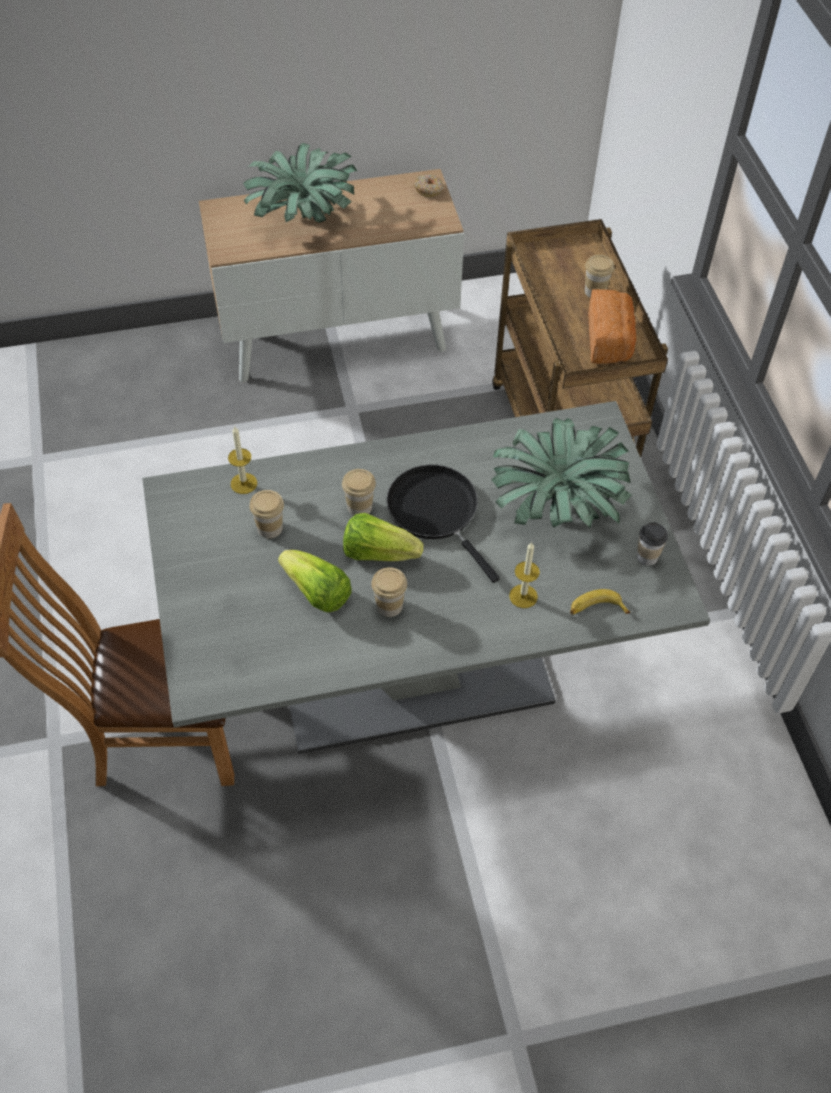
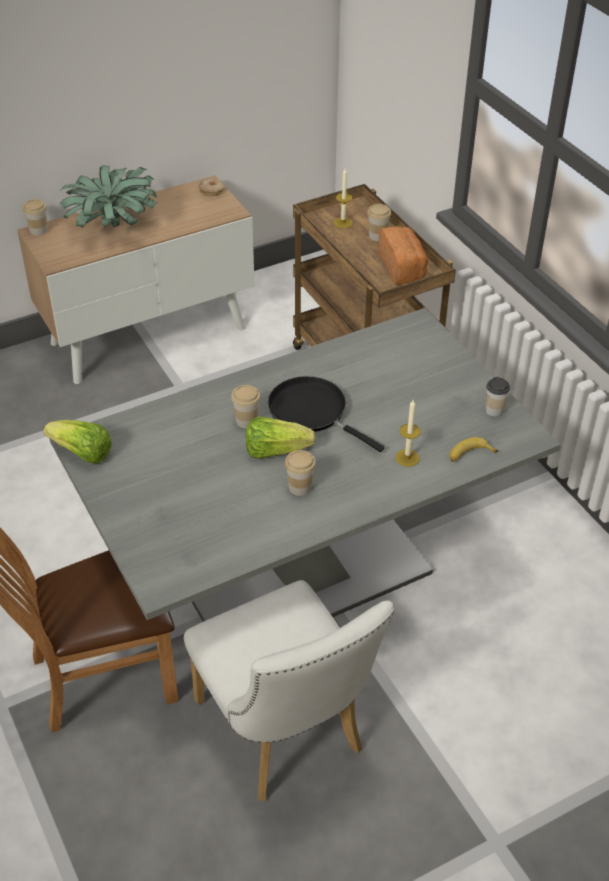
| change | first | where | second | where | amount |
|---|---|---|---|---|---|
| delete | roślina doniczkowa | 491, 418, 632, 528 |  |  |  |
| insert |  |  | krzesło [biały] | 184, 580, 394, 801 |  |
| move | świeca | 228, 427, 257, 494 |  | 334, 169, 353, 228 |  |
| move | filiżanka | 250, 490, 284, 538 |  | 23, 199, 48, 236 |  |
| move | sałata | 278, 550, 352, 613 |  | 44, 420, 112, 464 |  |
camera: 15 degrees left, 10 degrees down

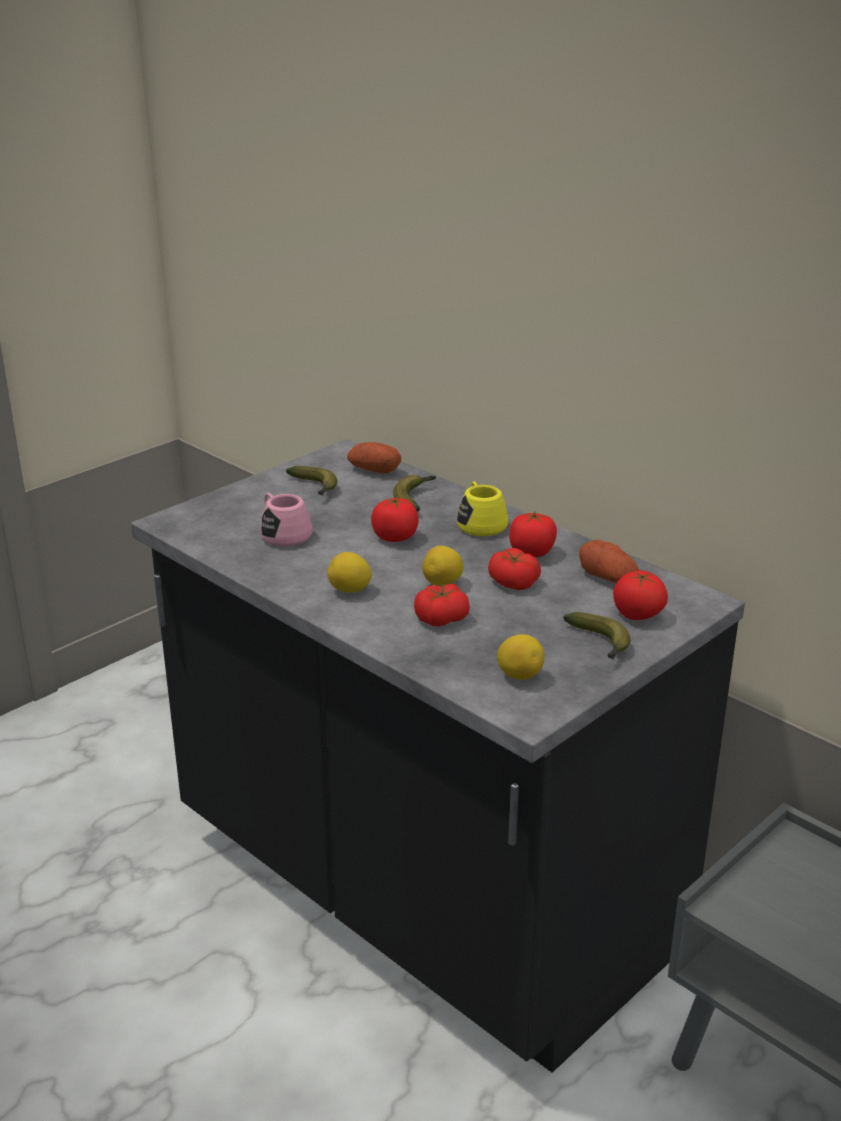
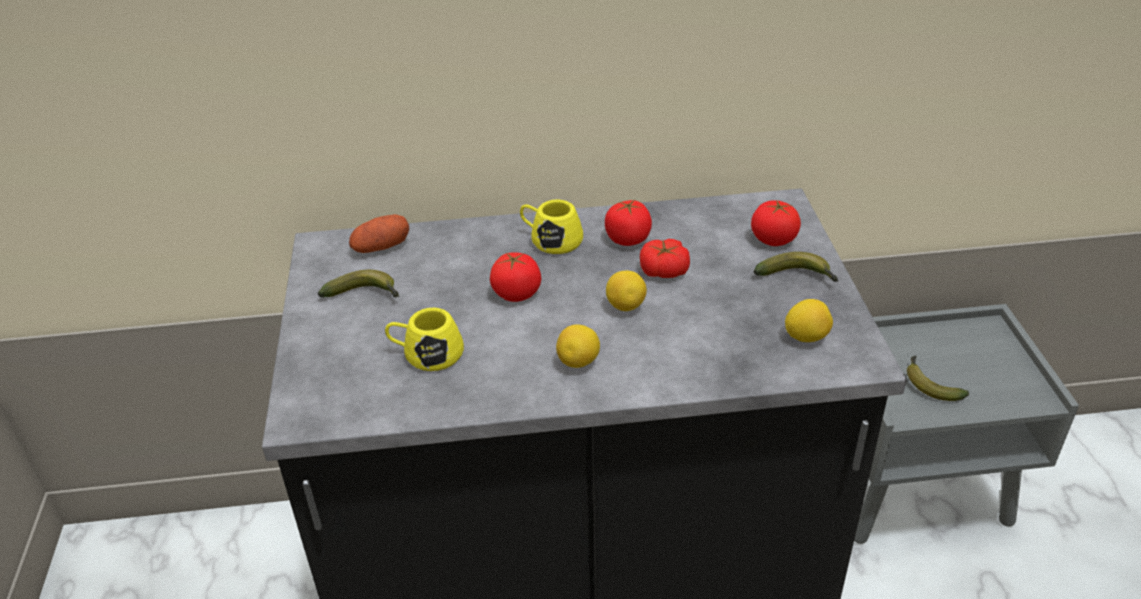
| change | first | where | second | where | amount |
|---|---|---|---|---|---|
| delete | pomidor | 414, 584, 470, 626 |  |  |  |
| delete | ziemniak | 579, 540, 640, 583 |  |  |  |
| move | banan | 393, 475, 436, 511 |  | 907, 356, 969, 401 |  |
| recolor | kubek [różowy] | 260, 493, 313, 546 | kubek [żółty] | 385, 308, 464, 371 |  |
camera: 50 degrees left, 10 degrees up

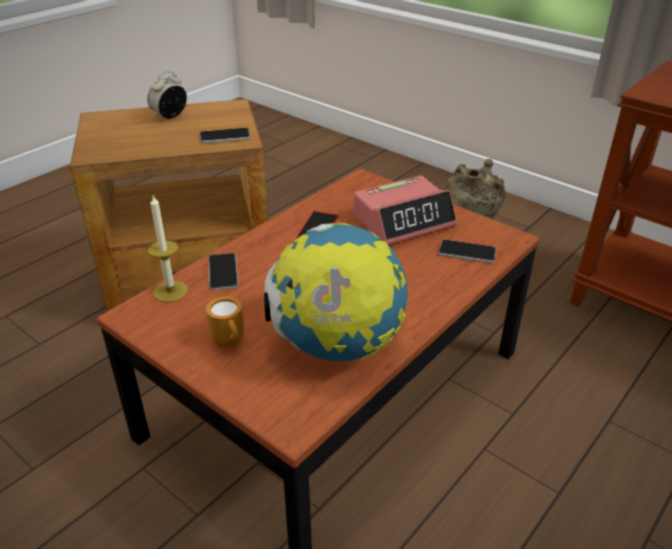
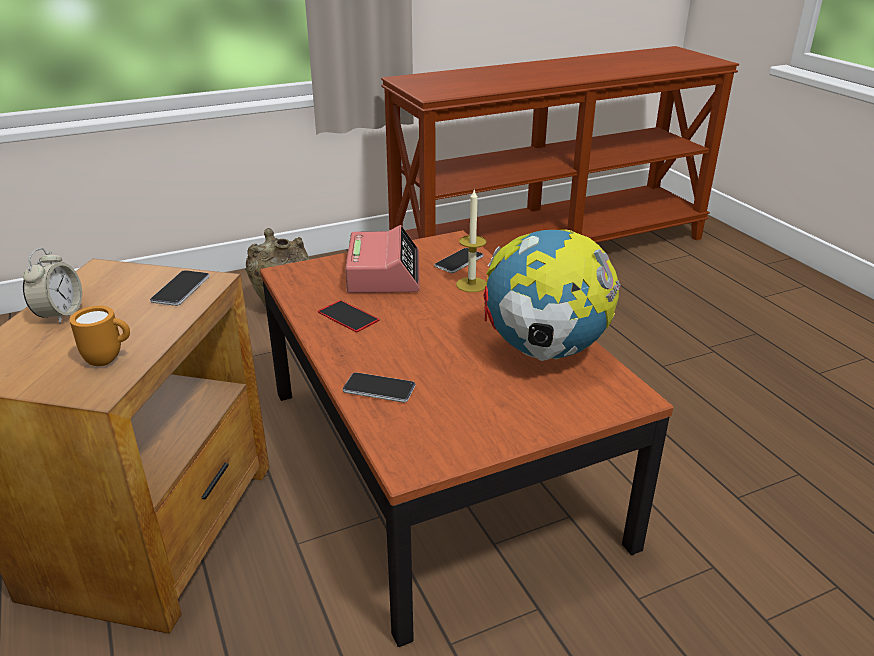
| change | first | where | second | where | amount |
|---|---|---|---|---|---|
| move | świeca | 147, 196, 188, 302 |  | 456, 190, 487, 292 |  |
| move | kubek [pomarańczowy] | 206, 296, 244, 347 |  | 69, 306, 130, 366 |  |
| rotate | budzik | 147, 71, 187, 118 |  | 23, 248, 82, 324 | 150 degrees counterclockwise |
camera: 65 degrees left, 5 degrees down

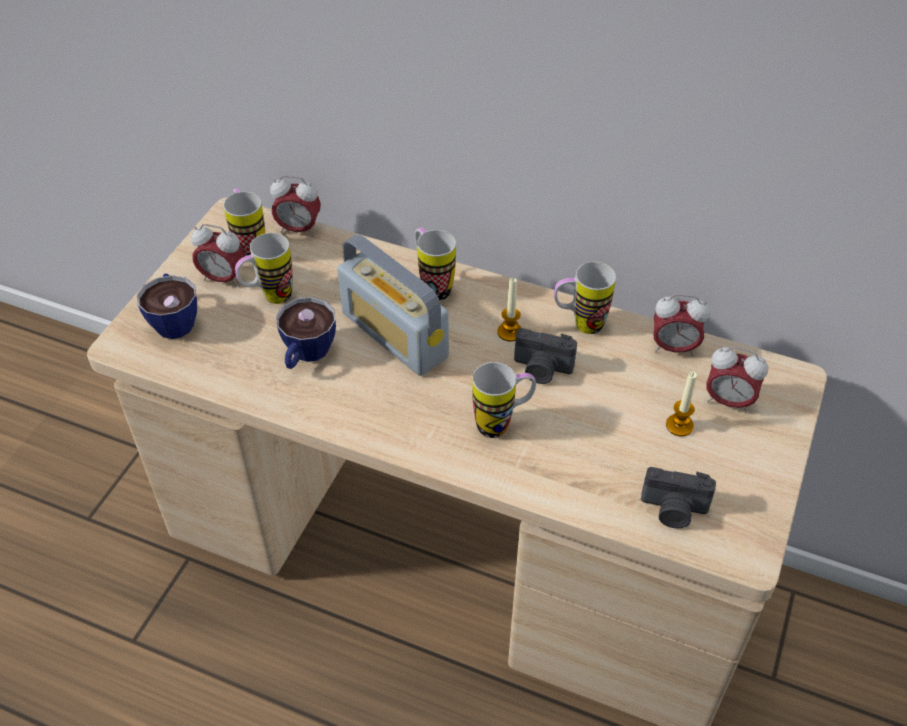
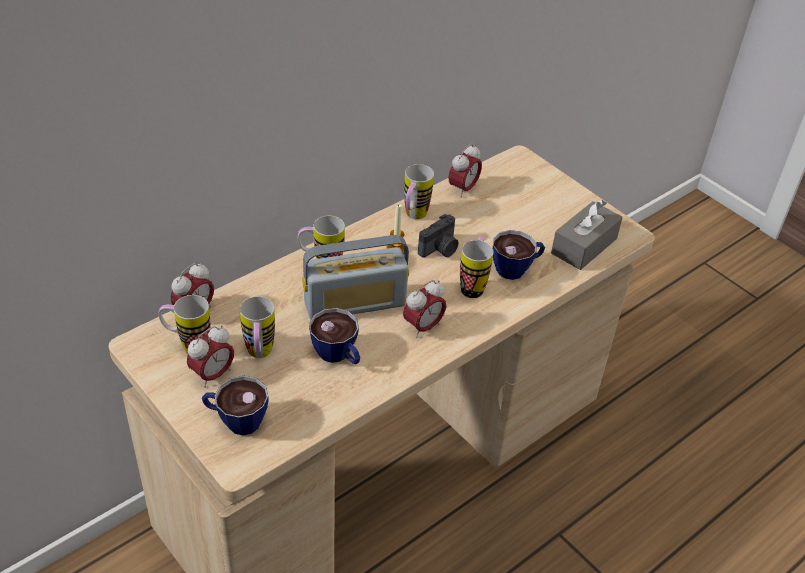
| change | first | where | second | where | amount |
|---|---|---|---|---|---|
| delete | świeca | 666, 371, 697, 436 |  |  |  |
| insert |  |  | filiżanka | 493, 230, 545, 280 |  |
| move | budzik | 706, 346, 768, 414 |  | 403, 280, 446, 338 |  |
| replace | aparat fotograficzny | 641, 467, 716, 528 | pudełko chusteczek [szary] | 551, 200, 623, 270 |  |
camera: 65 degrees left, 5 degrees down

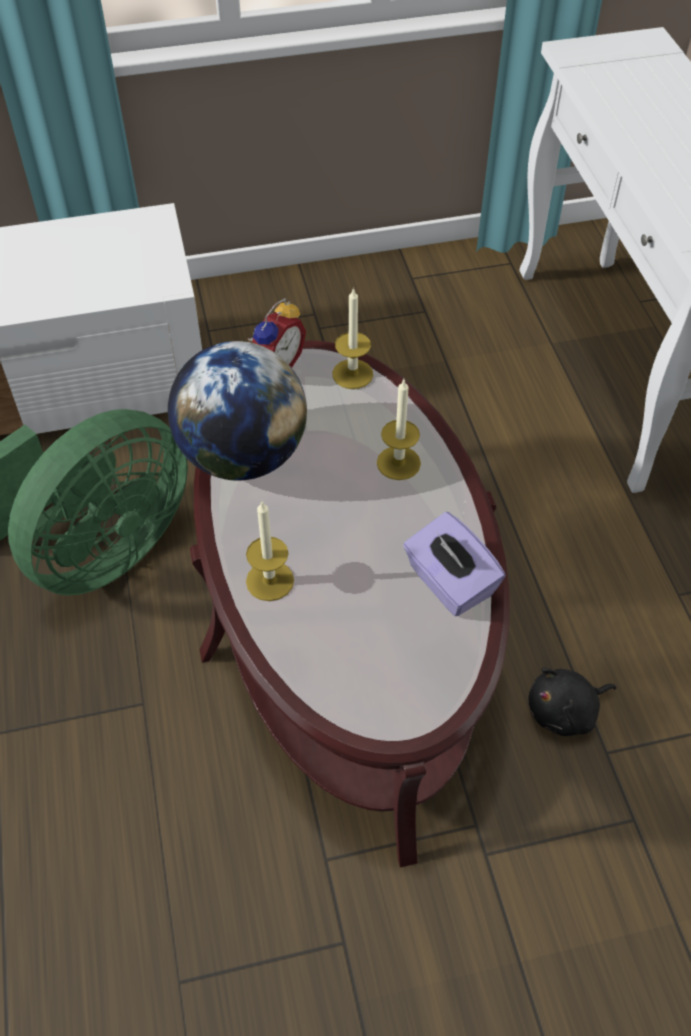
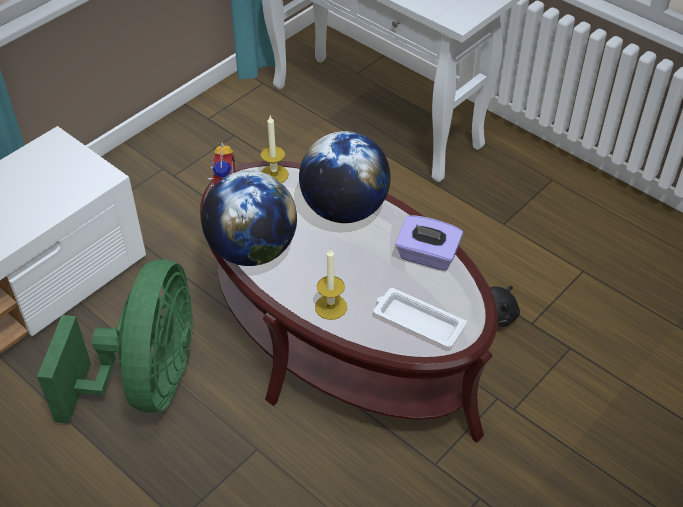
| change | first | where | second | where | amount |
|---|---|---|---|---|---|
| insert |  |  | taca [biały] | 374, 288, 467, 348 |  |
| replace | świeca | 377, 380, 421, 480 | globus | 299, 131, 391, 223 |  |
camera: 35 degrees left, 5 degrees down

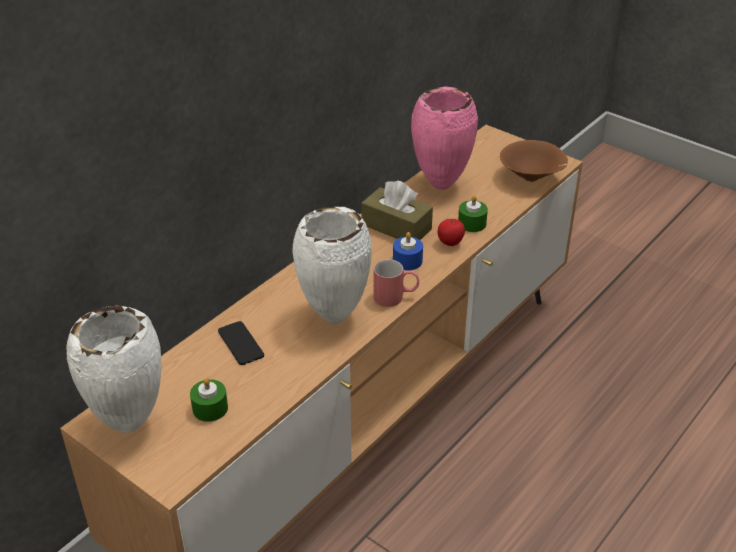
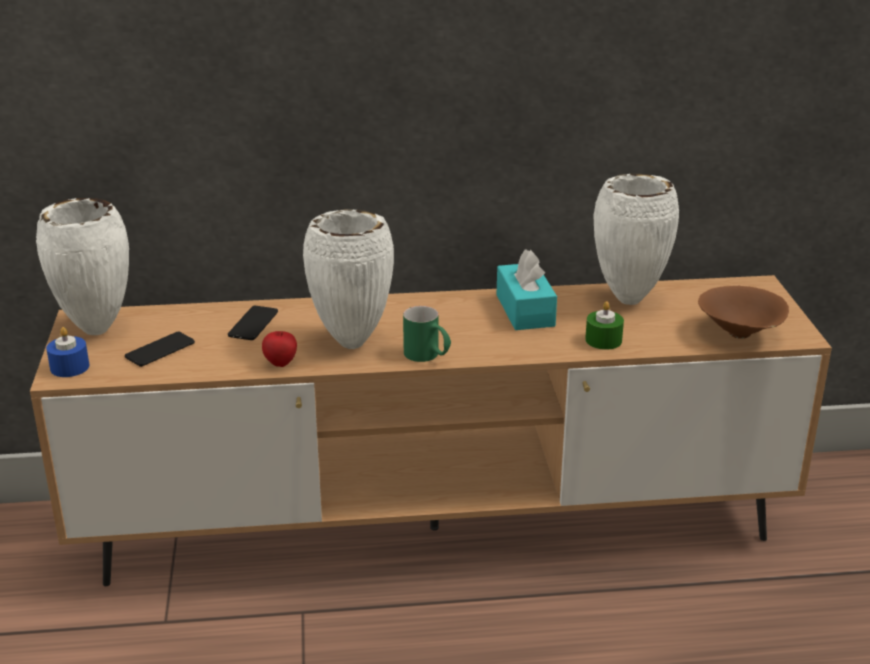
| change | first | where | second | where | amount |
|---|---|---|---|---|---|
| move | świeca [niebieski] | 393, 232, 423, 270 |  | 46, 327, 89, 377 |  |
| move | jabłko | 438, 219, 465, 246 |  | 262, 331, 297, 367 |  |
| replace | świeca [zielony] | 190, 378, 228, 422 | telefon | 125, 331, 195, 367 |  |
| recolor | pudełko chusteczek [brązowy] | 361, 180, 433, 240 | pudełko chusteczek [turkusowy] | 497, 249, 557, 330 |  |
| recolor | kubek [czerwony] | 373, 259, 419, 307 | kubek [zielony] | 403, 306, 451, 362 |  |
| recolor | wazon [różowy] | 411, 86, 478, 190 | wazon [biały] | 593, 174, 679, 305 |  |
camera: 45 degrees right, 10 degrees down

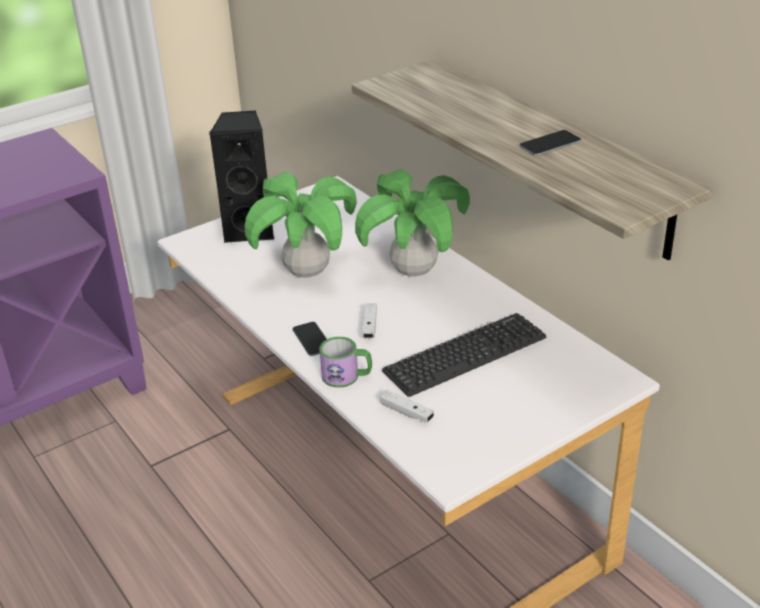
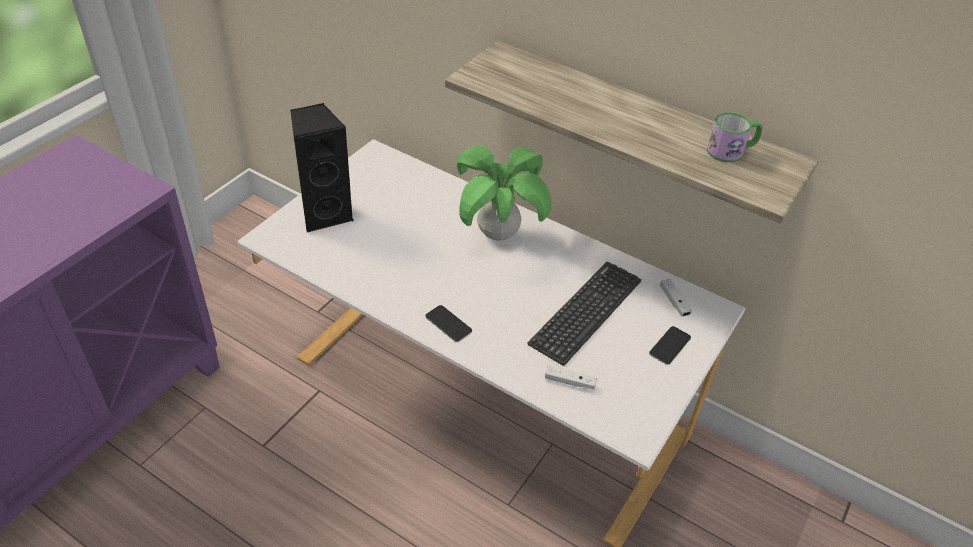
| change | first | where | second | where | amount |
|---|---|---|---|---|---|
| delete | roślina doniczkowa | 245, 172, 357, 277 |  |  |  |
| move | kubek | 320, 337, 372, 388 |  | 707, 112, 762, 163 |  |
| move | pad do gier [biały] | 362, 303, 377, 339 |  | 660, 279, 692, 317 |  |
| move | telefon | 520, 130, 581, 156 |  | 649, 326, 691, 365 |  |
camera: 25 degrees left, 10 degrees up

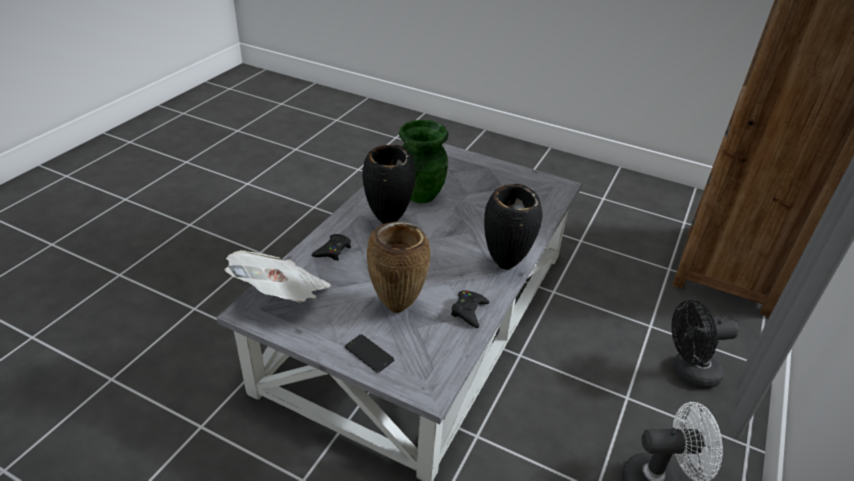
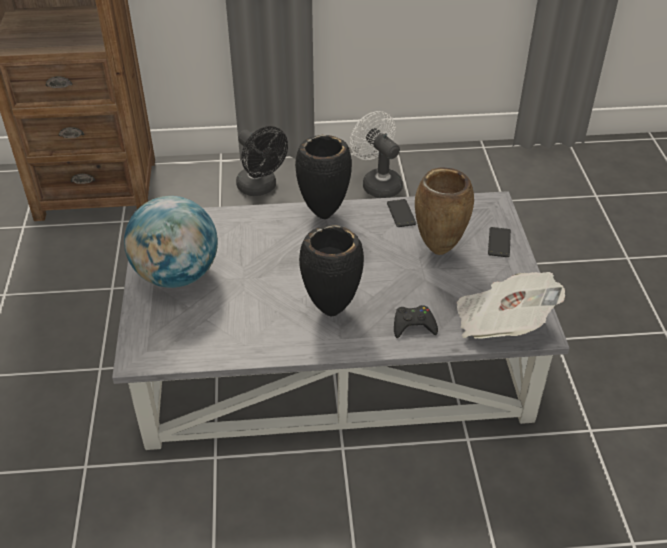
| change | first | where | second | where | amount |
|---|---|---|---|---|---|
| delete | wazon [zielony] | 399, 120, 448, 204 |  |  |  |
| insert |  |  | globus | 124, 196, 218, 288 |  |
| replace | pad do gier [czarny] | 451, 291, 489, 328 | telefon | 387, 199, 416, 227 |  |
camera: 120 degrees left, 5 degrees up

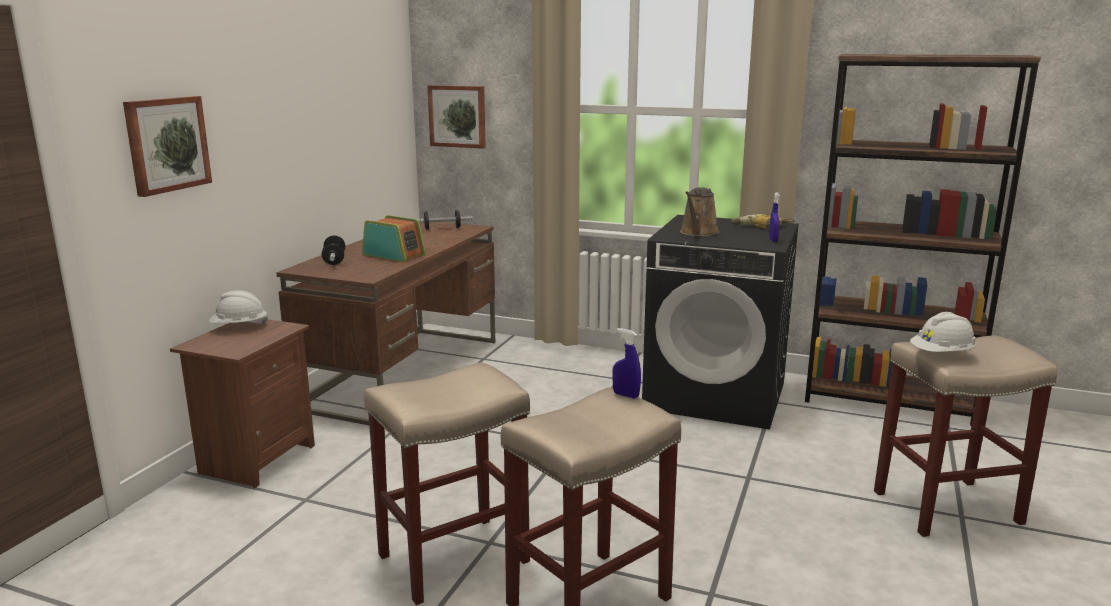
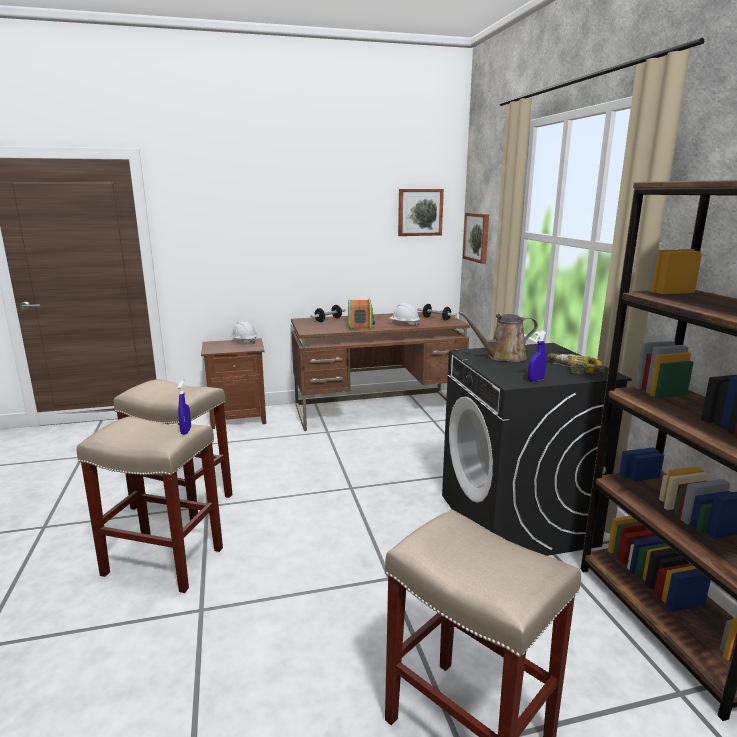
| change | first | where | second | where | amount |
|---|---|---|---|---|---|
| move | obraz | 123, 96, 212, 197 |  | 398, 189, 444, 236 |  |
| move | kask [biały] | 910, 312, 976, 352 |  | 389, 303, 420, 326 |  |
camera: 55 degrees right, 0 degrees up

